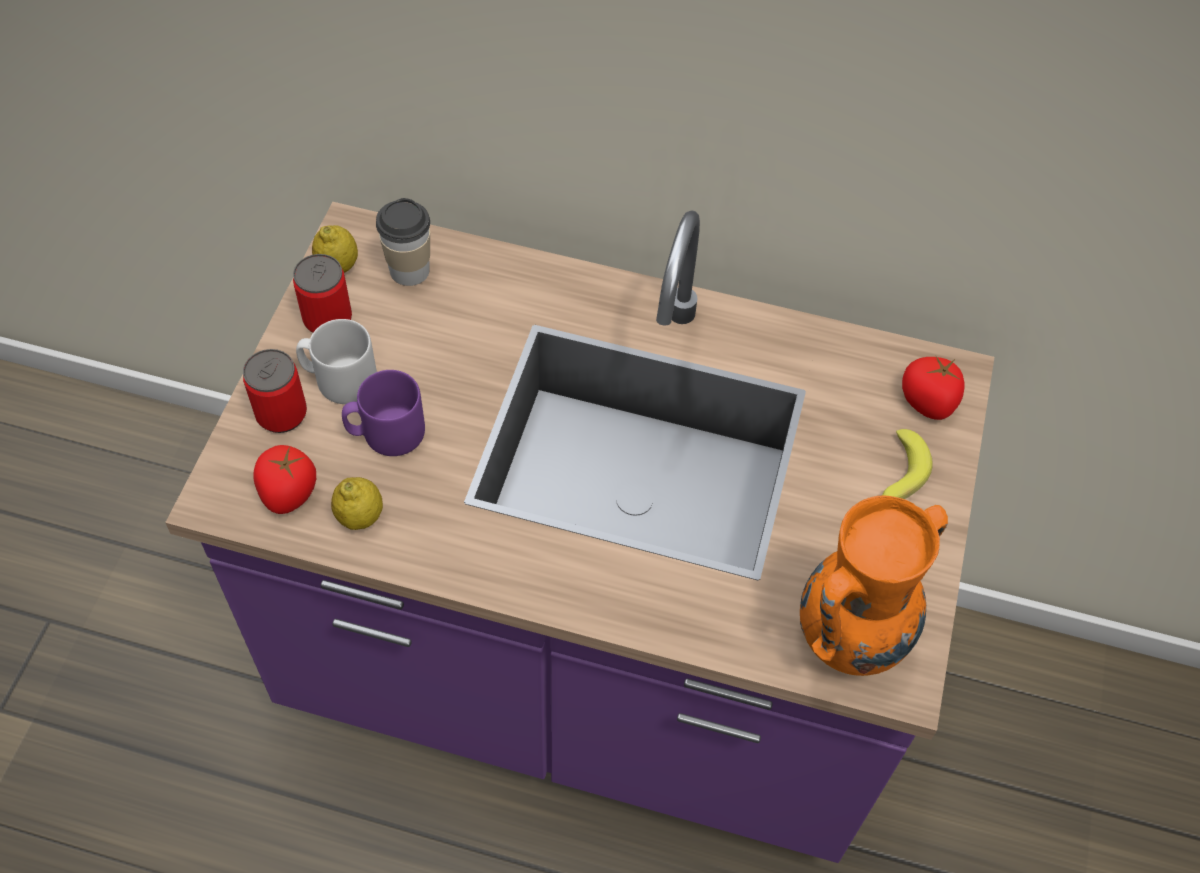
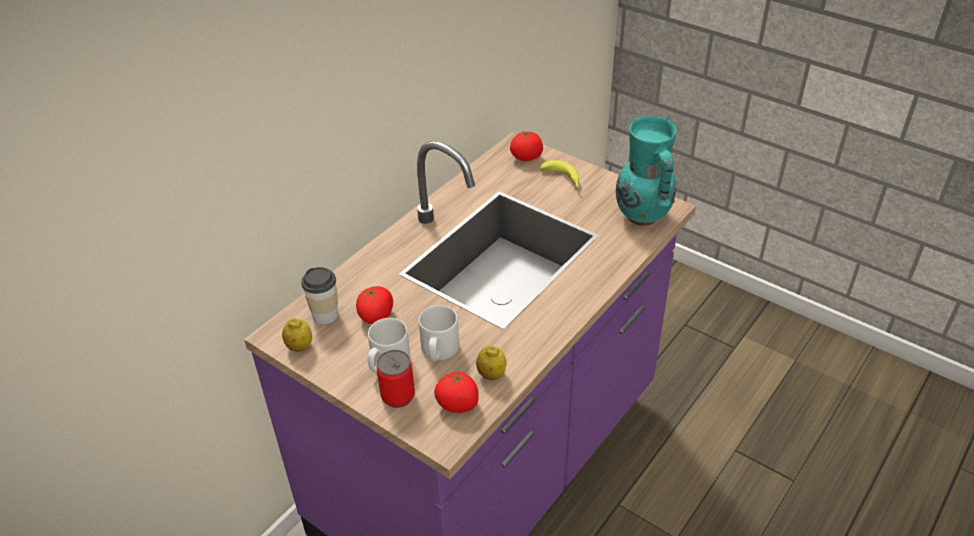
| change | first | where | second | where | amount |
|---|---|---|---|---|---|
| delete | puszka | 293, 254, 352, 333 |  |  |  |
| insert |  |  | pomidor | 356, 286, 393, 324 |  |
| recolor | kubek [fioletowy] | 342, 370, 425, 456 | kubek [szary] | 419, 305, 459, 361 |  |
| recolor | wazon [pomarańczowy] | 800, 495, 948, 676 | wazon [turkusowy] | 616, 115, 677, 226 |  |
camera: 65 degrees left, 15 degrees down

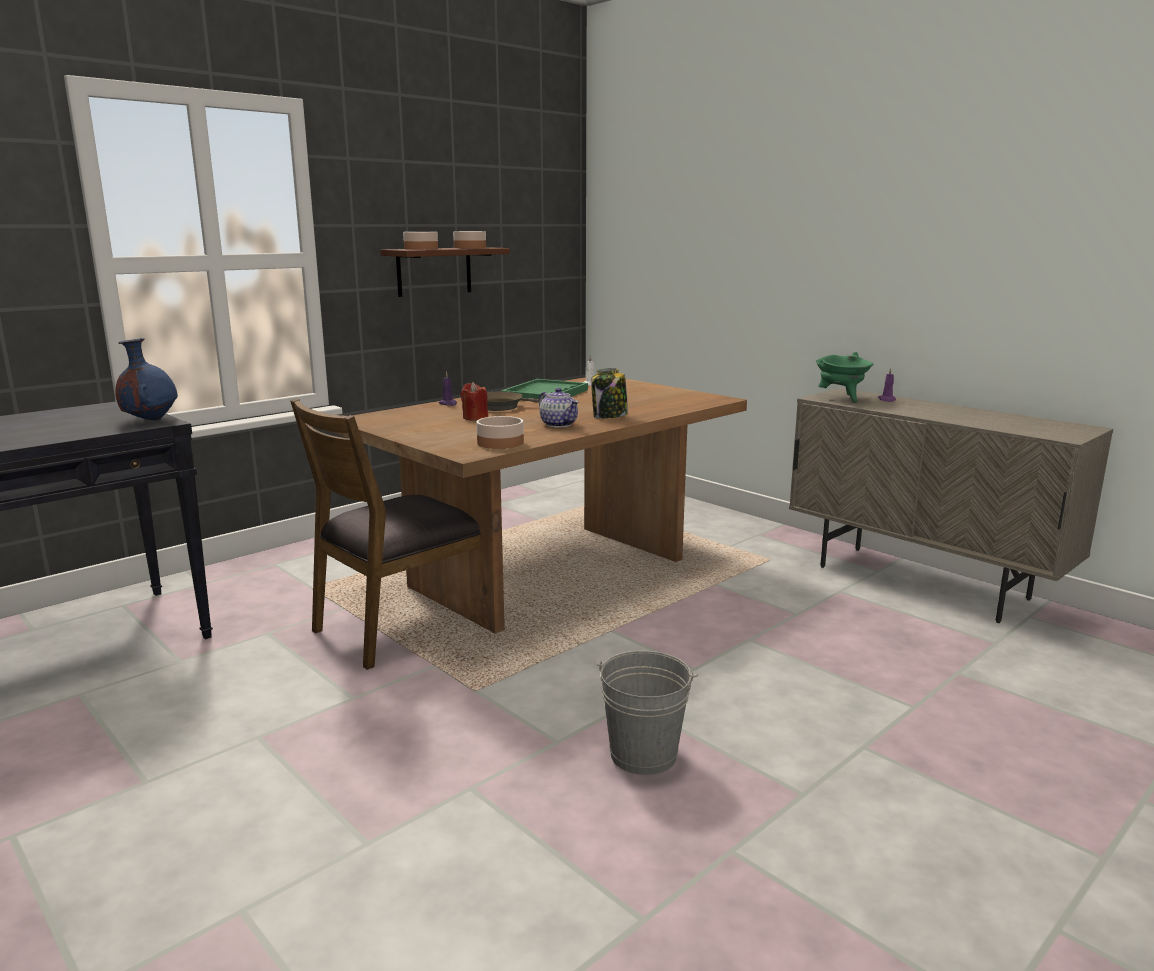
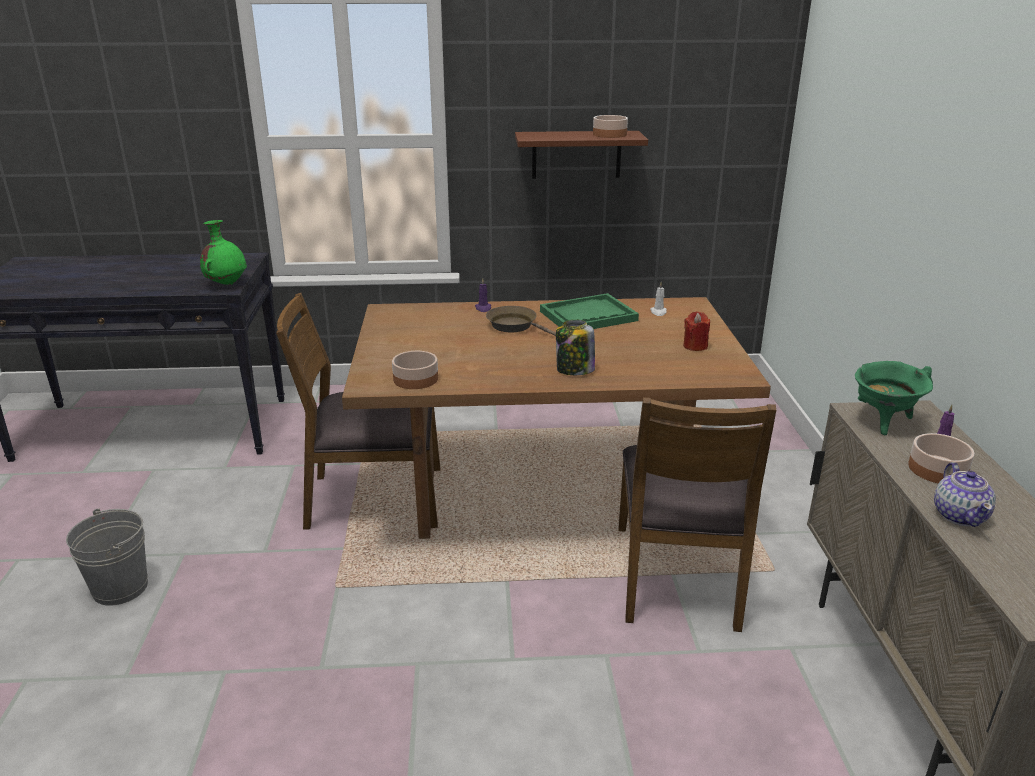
| change | first | where | second | where | amount |
|---|---|---|---|---|---|
| insert |  |  | krzesło [brązowy] | 619, 398, 776, 632 |  |
| move | miska | 403, 232, 438, 249 |  | 908, 433, 975, 483 |  |
| move | świeca [czerwony] | 461, 382, 488, 420 |  | 683, 311, 710, 351 |  |
| move | imbryk | 539, 388, 579, 428 |  | 934, 462, 996, 527 |  |
| move | wiadro [szary] | 596, 650, 698, 775 |  | 66, 508, 148, 606 |  |
| recolor | wazon [niebieski] | 115, 338, 178, 420 | wazon [zielony] | 200, 220, 247, 285 |  |
camera: 40 degrees right, 10 degrees up

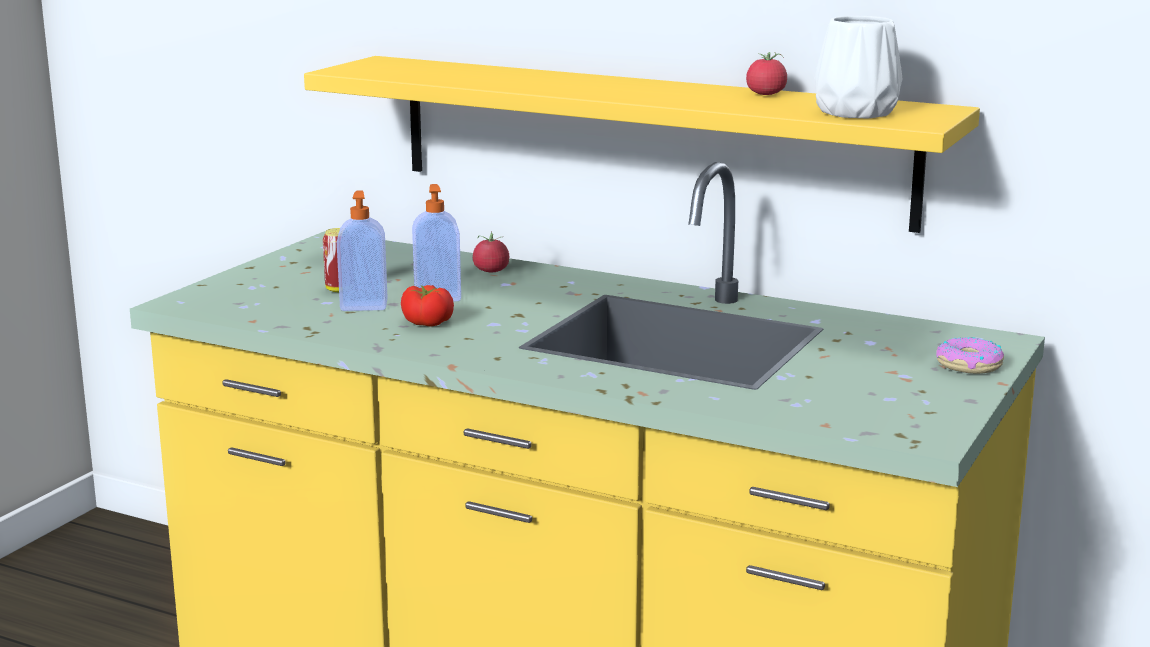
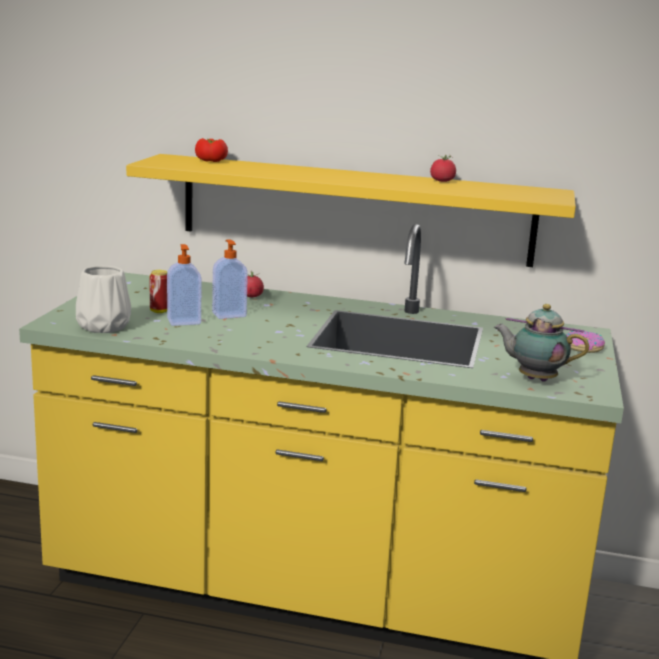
| change | first | where | second | where | amount |
|---|---|---|---|---|---|
| insert |  |  | imbryk | 494, 304, 589, 382 |  |
| move | pomidor | 401, 285, 454, 327 |  | 195, 138, 228, 162 |  |
| move | wazon [biały] | 815, 15, 902, 118 |  | 76, 266, 131, 333 |  |
camera: 15 degrees left, 0 degrees up

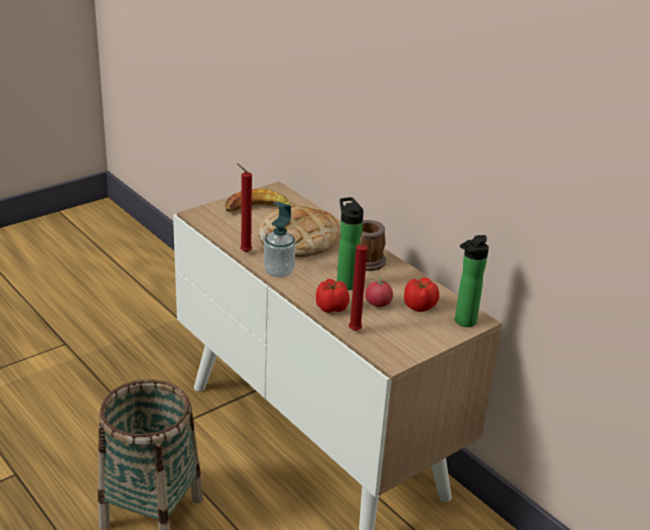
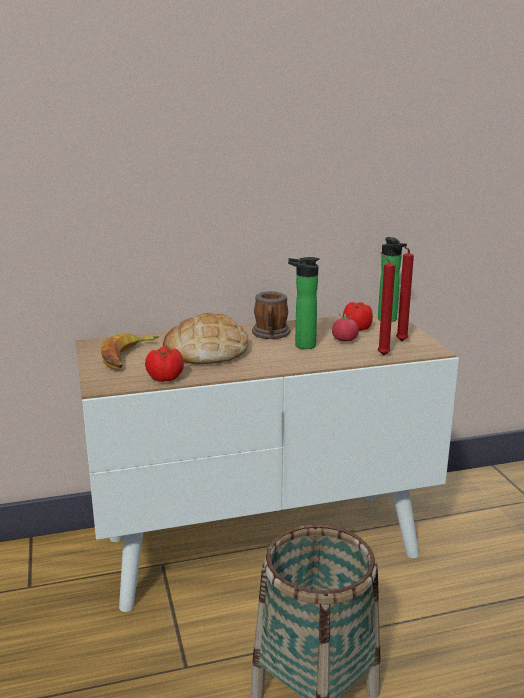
| change | first | where | second | where | amount |
|---|---|---|---|---|---|
| delete | dozownik mydła | 264, 202, 296, 278 |  |  |  |
| move | świeca [czerwony] | 237, 163, 252, 252 |  | 396, 246, 414, 341 |  |
| move | pomidor | 316, 279, 349, 313 |  | 145, 346, 184, 382 |  |
camera: 65 degrees left, 10 degrees down

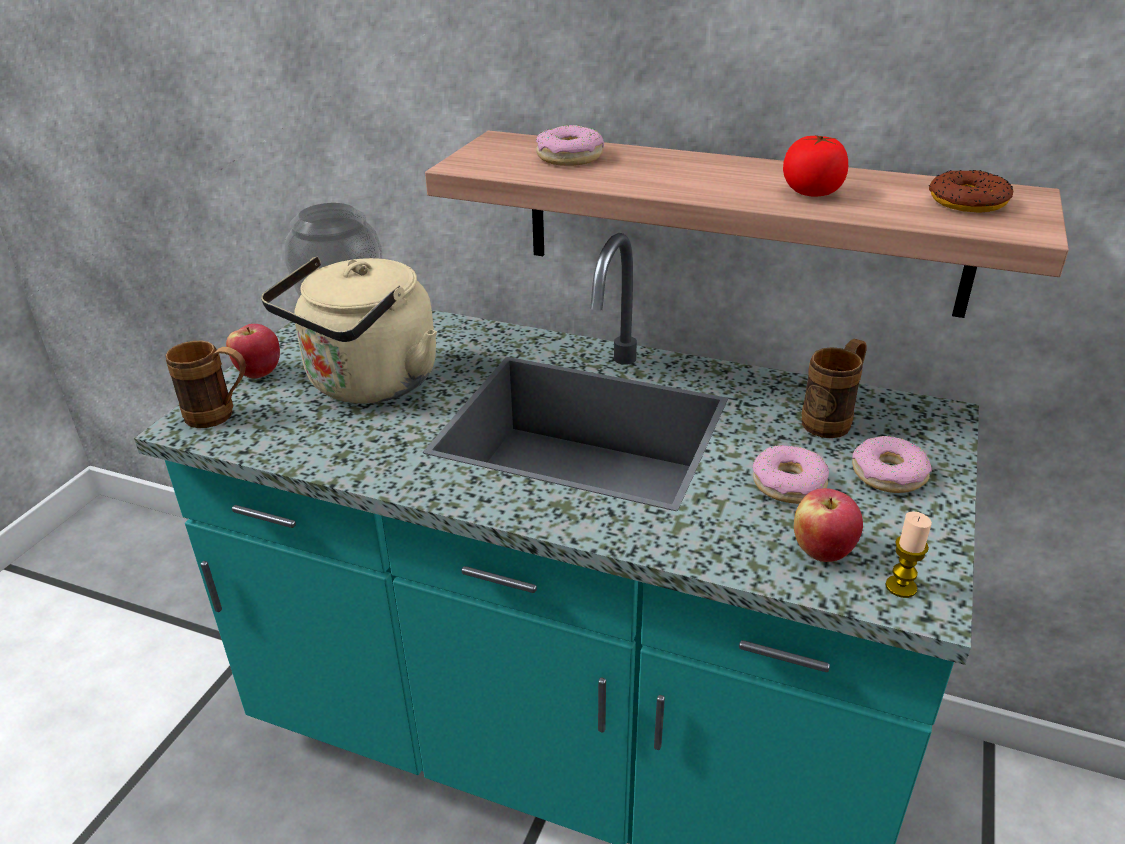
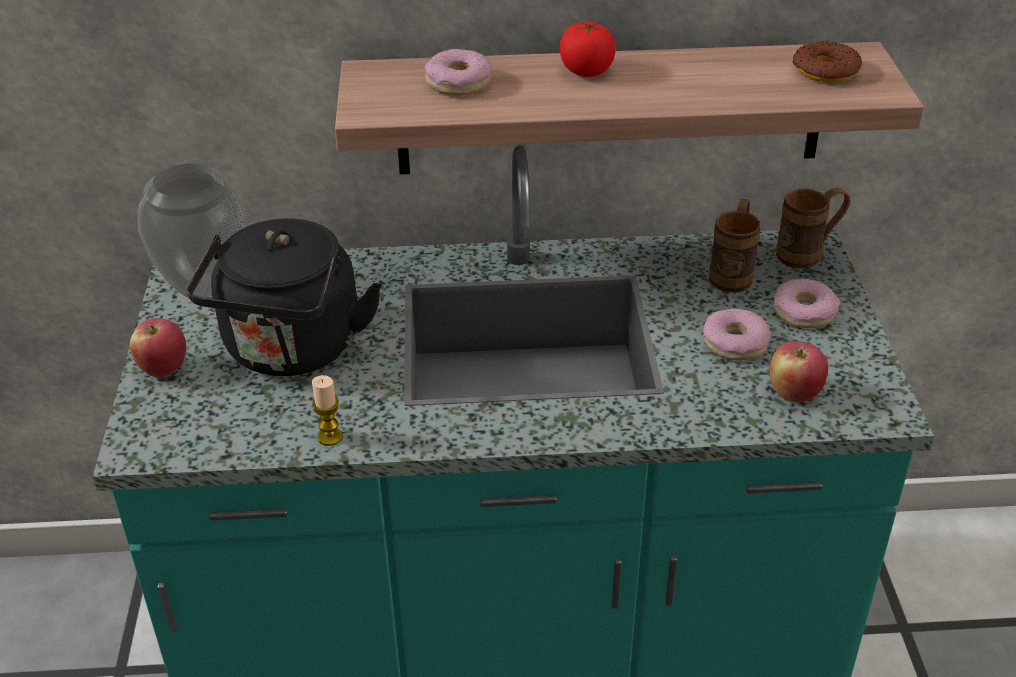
| change | first | where | second | where | amount |
|---|---|---|---|---|---|
| move | kubek [brązowy] | 166, 341, 246, 428 |  | 776, 188, 850, 269 |  |
| move | pomidor | 783, 135, 848, 196 |  | 560, 22, 615, 77 |  |
| move | świeca | 885, 511, 932, 598 |  | 312, 375, 343, 446 |  |
| recolor | czajnik [beżowy] | 261, 256, 437, 404 | czajnik [czarny] | 186, 218, 382, 376 |  |
camera: 25 degrees left, 5 degrees up

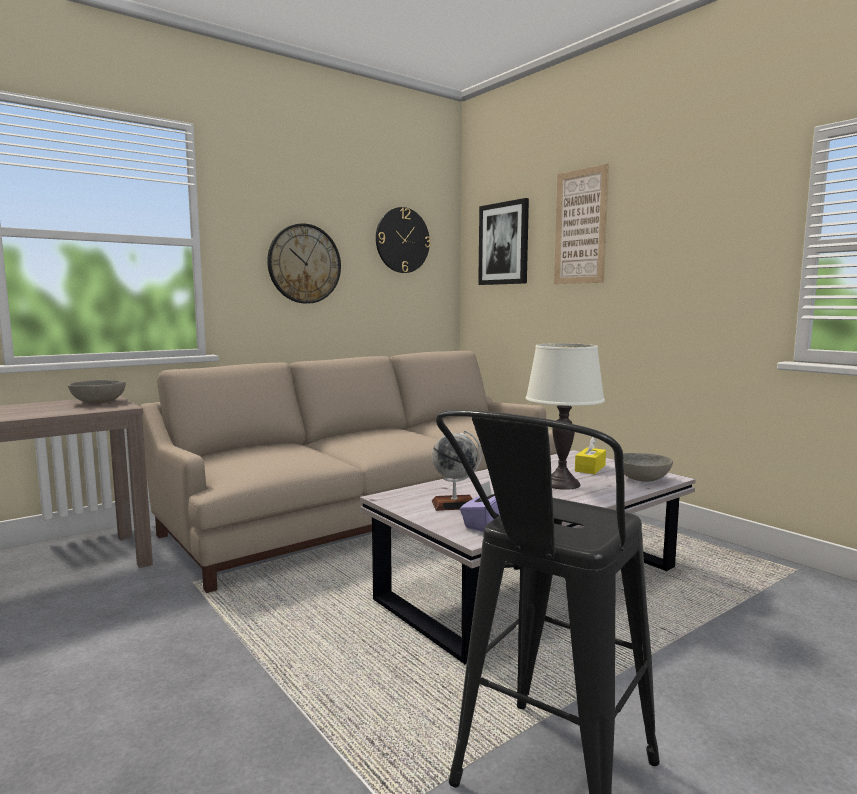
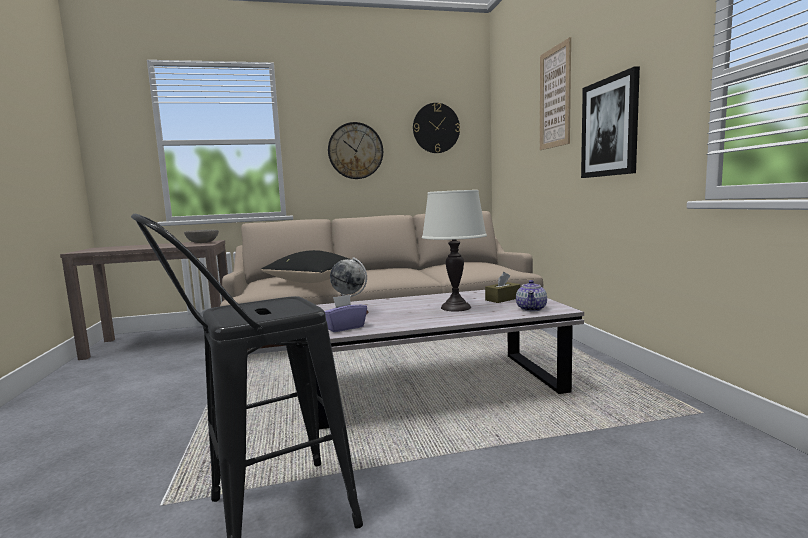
| change | first | where | second | where | amount |
|---|---|---|---|---|---|
| insert |  |  | poduszka [czarny] | 261, 250, 362, 283 |  |
| move | obraz | 478, 198, 529, 285 |  | 581, 66, 640, 178 |  |
| replace | miska [szary] | 623, 453, 673, 482 | imbryk | 516, 280, 547, 311 |  |
| recolor | pudełko chusteczek [żółty] | 575, 437, 606, 474 | pudełko chusteczek [brązowy] | 485, 272, 520, 303 |  |
camera: 25 degrees right, 0 degrees up

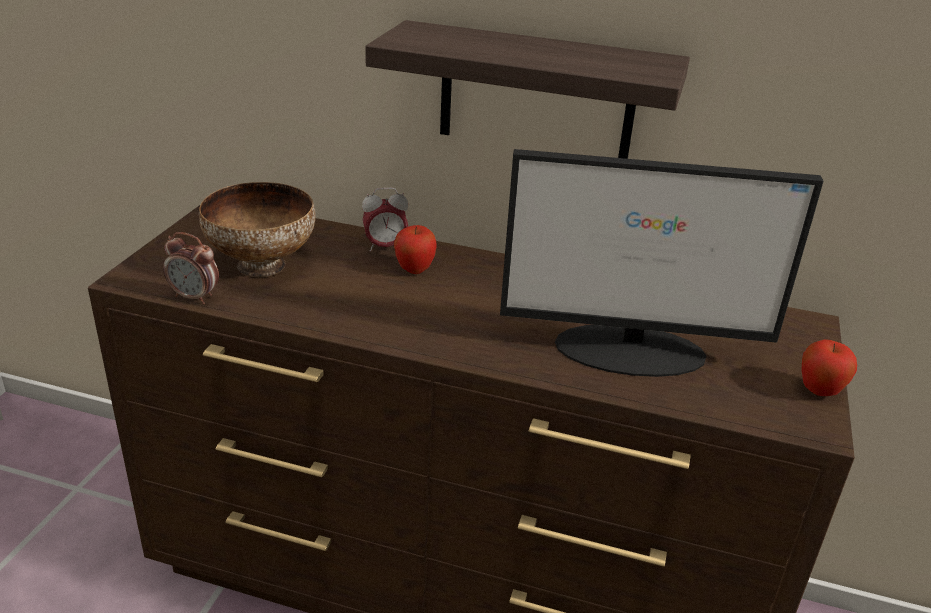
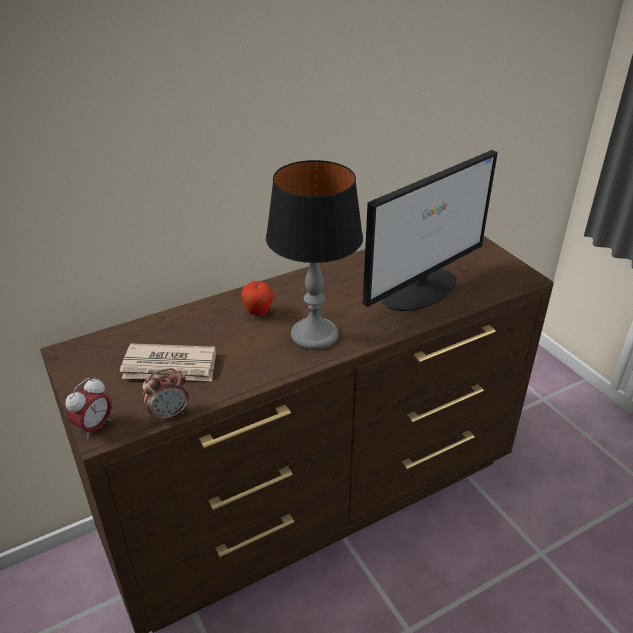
| change | first | where | second | where | amount |
|---|---|---|---|---|---|
| delete | półka | 365, 20, 690, 159 |  |  |  |
| delete | jabłko | 801, 339, 857, 396 |  |  |  |
| insert |  |  | lampa stołowa | 266, 160, 363, 350 |  |
| move | budzik | 362, 188, 408, 252 |  | 65, 377, 112, 440 |  |
| replace | miska | 199, 182, 315, 277 | gazeta | 119, 343, 216, 382 |  |
camera: 45 degrees left, 5 degrees up

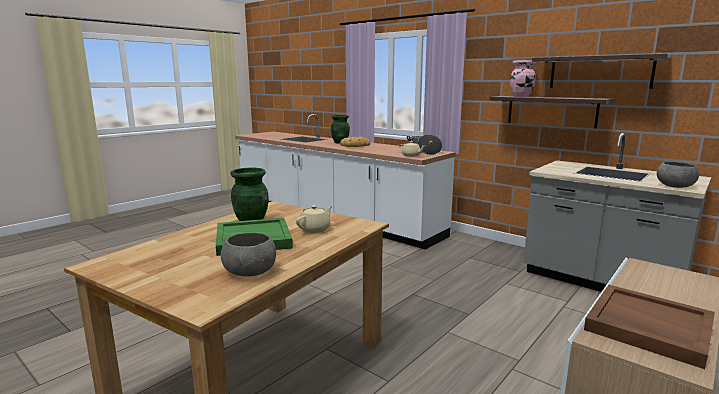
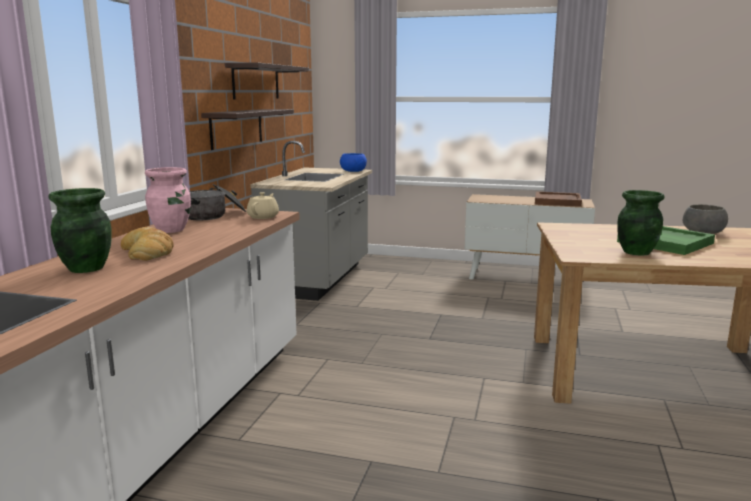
| change | first | where | second | where | amount |
|---|---|---|---|---|---|
| delete | imbryk [beżowy] | 296, 205, 333, 233 |  |  |  |
| move | wazon [różowy] | 510, 60, 536, 97 |  | 145, 167, 191, 233 |  |
| recolor | miska [szary] | 657, 161, 699, 188 | miska [niebieski] | 340, 153, 367, 172 |  |
camera: 115 degrees left, 0 degrees up

